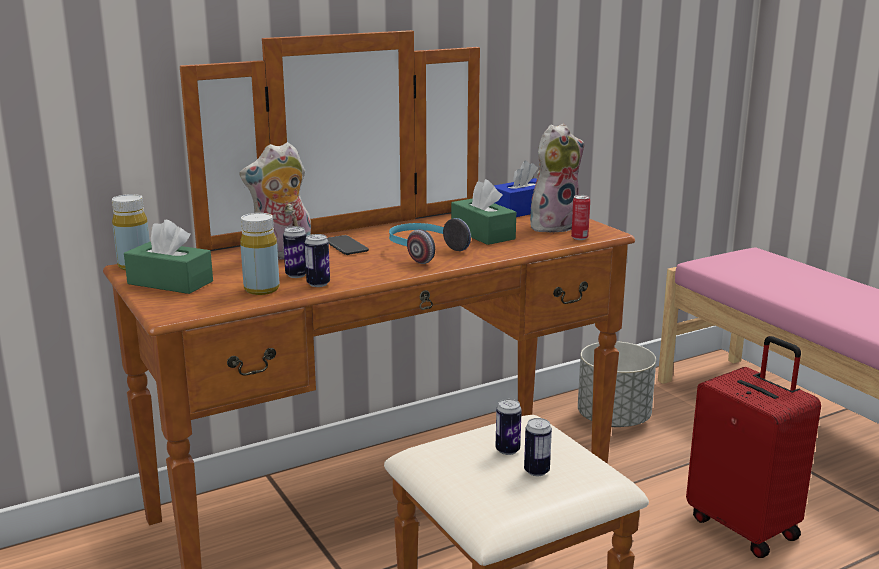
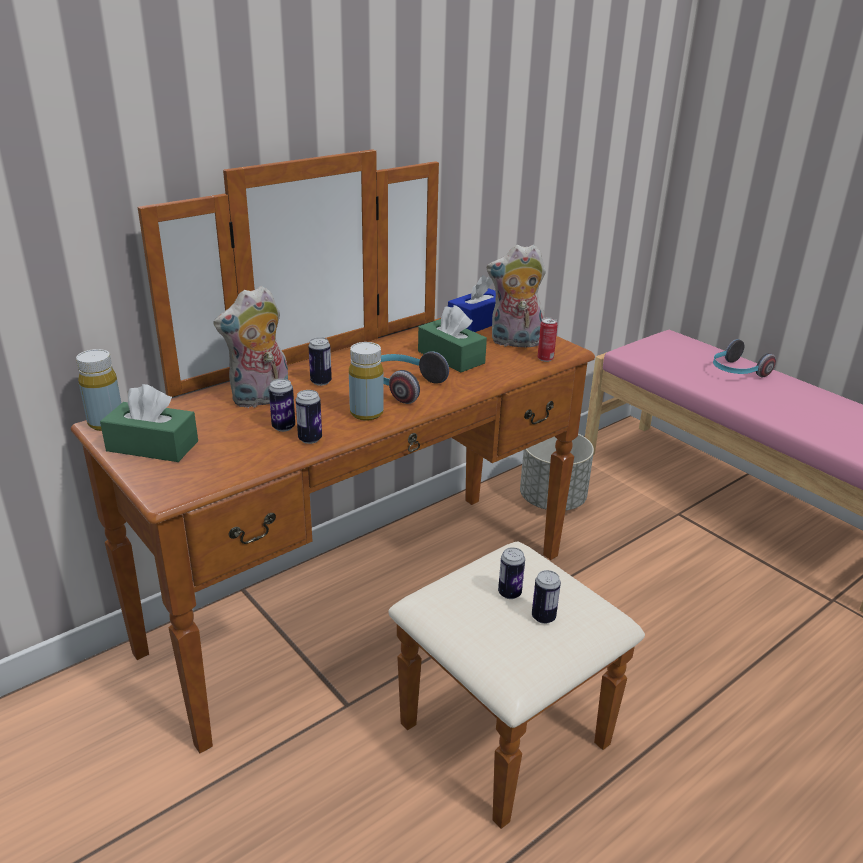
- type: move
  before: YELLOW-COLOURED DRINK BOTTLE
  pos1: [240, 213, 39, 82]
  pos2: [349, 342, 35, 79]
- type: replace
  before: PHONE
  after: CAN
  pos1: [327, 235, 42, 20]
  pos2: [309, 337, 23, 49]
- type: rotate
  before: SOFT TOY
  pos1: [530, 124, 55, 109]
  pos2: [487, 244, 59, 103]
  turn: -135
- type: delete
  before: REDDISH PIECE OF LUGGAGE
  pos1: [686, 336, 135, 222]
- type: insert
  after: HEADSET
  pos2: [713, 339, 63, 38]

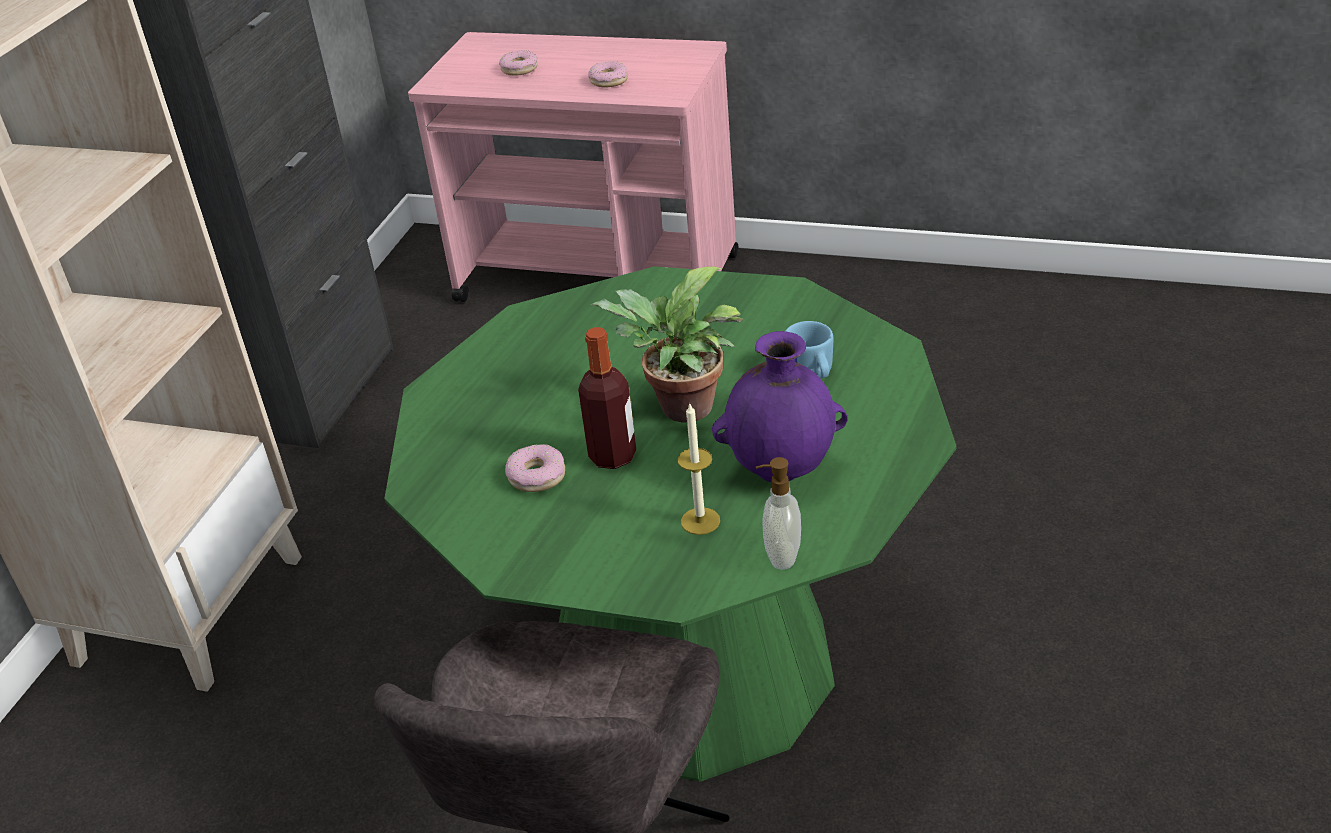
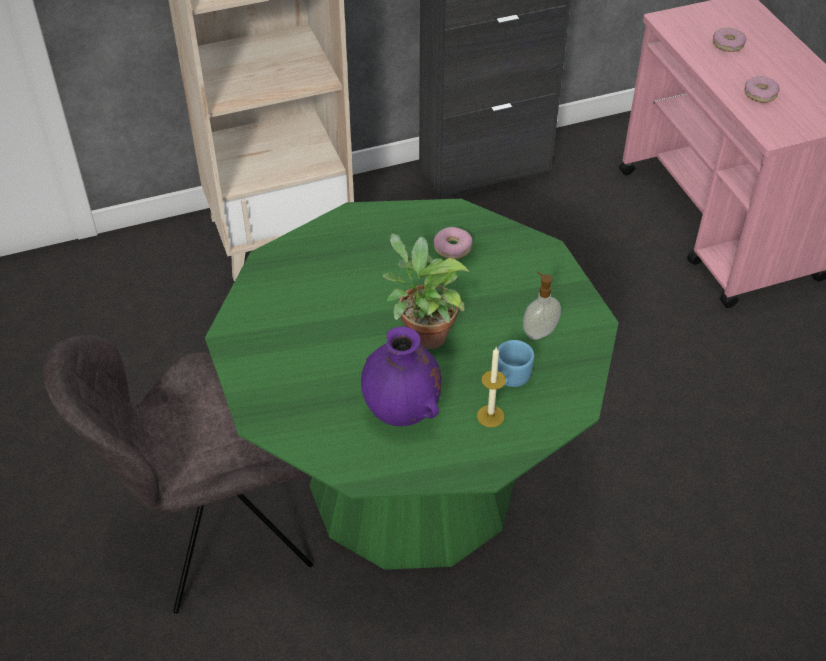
- type: move
  before: DONUT
  pos1: [505, 444, 60, 48]
  pos2: [434, 227, 38, 32]
- type: delete
  before: DRINK BOTTLE
  pos1: [578, 327, 58, 142]
- type: move
  before: WAX LIGHT
  pos1: [677, 402, 43, 133]
  pos2: [477, 347, 29, 80]
- type: move
  before: SOAP DISPENSER
  pos1: [755, 457, 46, 113]
  pos2: [523, 272, 38, 68]

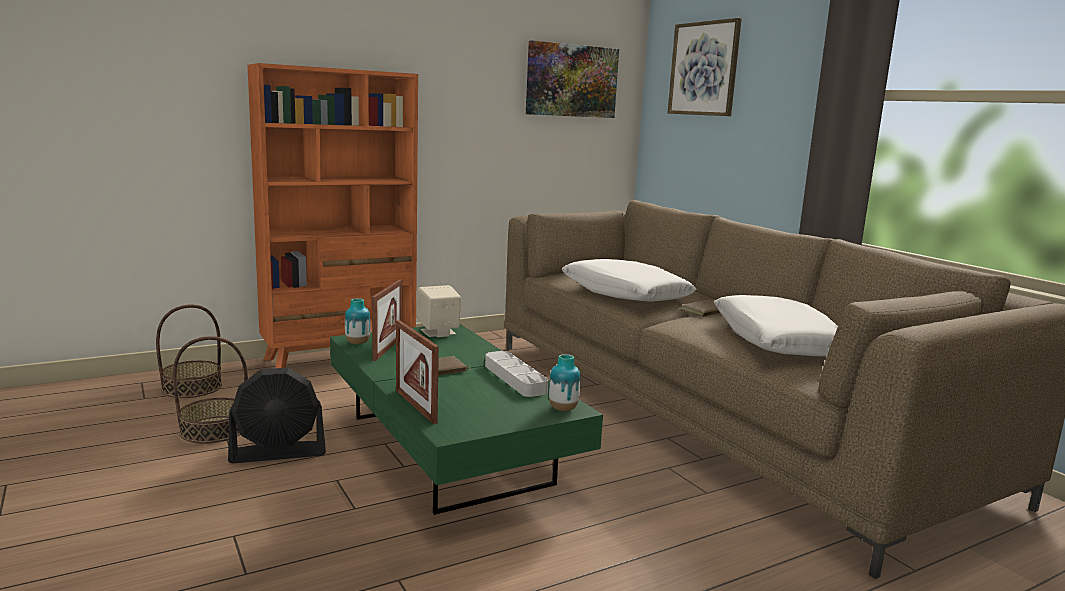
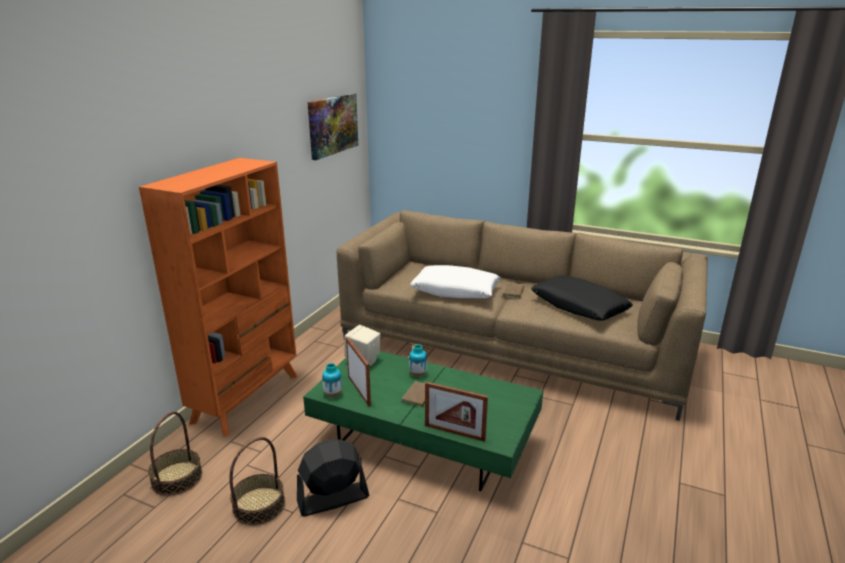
- type: rotate
  before: BLACK FAN
  pos1: [228, 368, 98, 95]
  pos2: [297, 439, 72, 77]
  turn: -150
- type: delete
  before: GRAY CARRYING TRAY
  pos1: [485, 351, 63, 46]
- type: move
  before: FLOWER VASE
  pos1: [549, 354, 31, 57]
  pos2: [409, 344, 18, 33]
- type: delete
  before: PICTURE
  pos1: [668, 18, 74, 98]
- type: recolor
  before: WHITISH PILLOW
  after: BLACK PILLOW
  pos1: [714, 295, 124, 62]
  pos2: [531, 276, 102, 45]

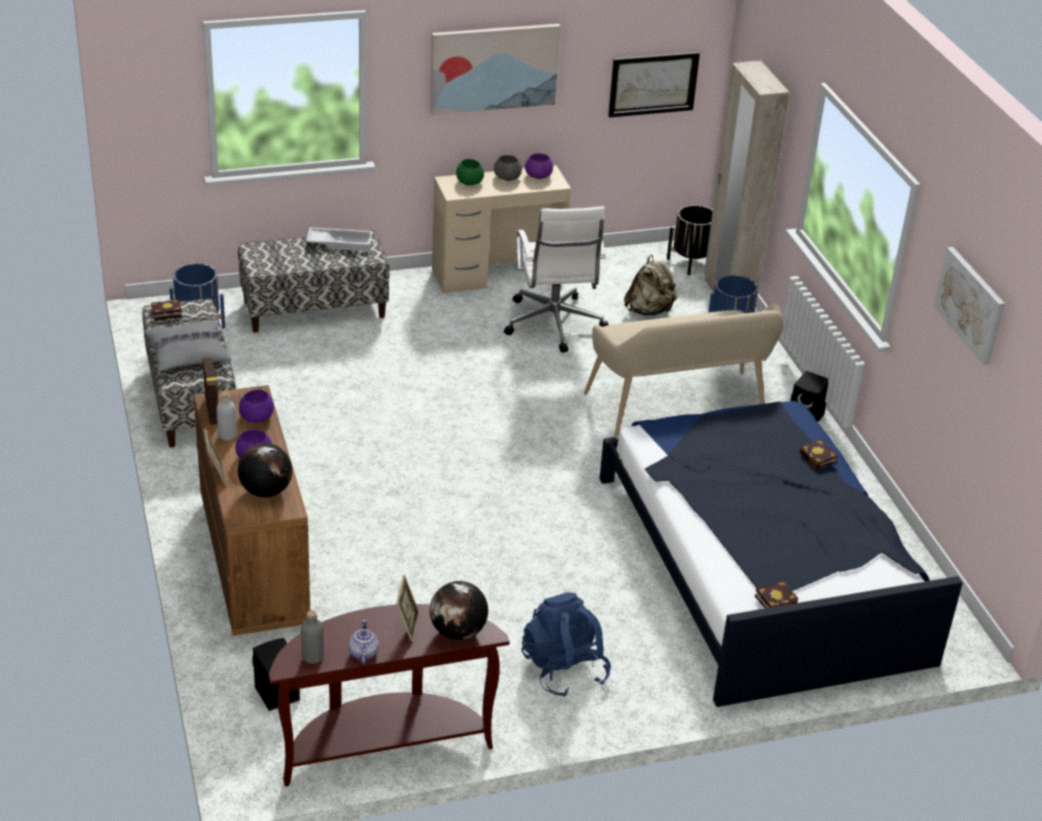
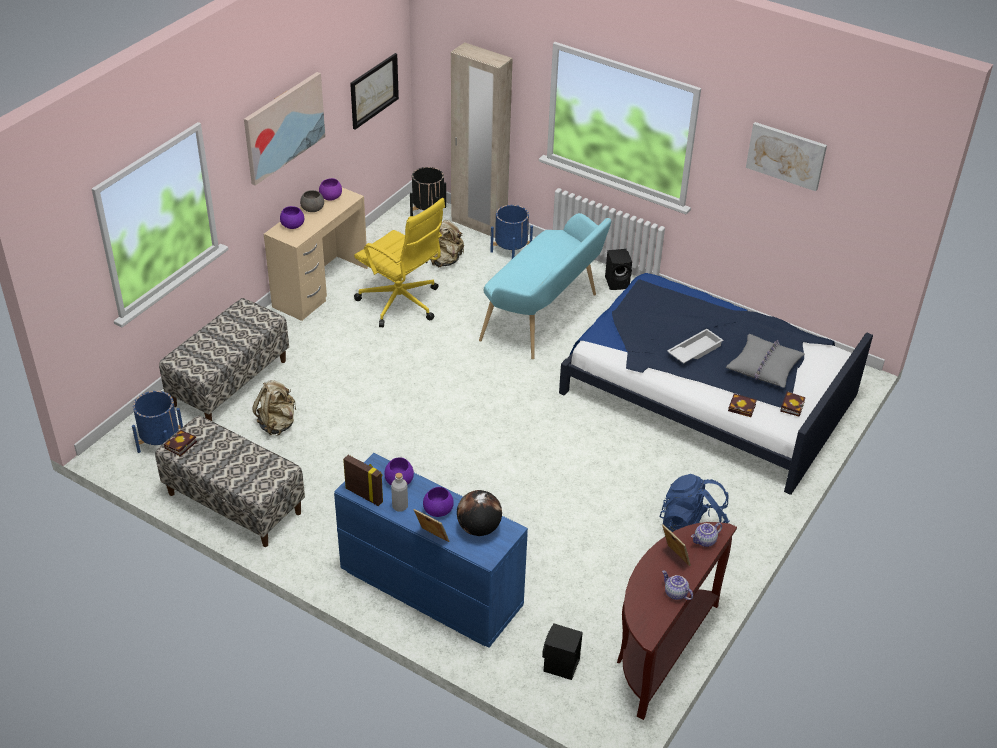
- type: move
  before: GRAY PILLOW
  pos1: [144, 320, 87, 52]
  pos2: [726, 334, 79, 54]
- type: recolor
  before: BROWN DRESSER
  after: BLUISH DRESSER
  pos1: [194, 385, 116, 251]
  pos2: [334, 453, 194, 194]
- type: delete
  before: GRAY DRINK BOTTLE
  pos1: [301, 610, 23, 54]
- type: move
  before: WHITISH CARRYING TRAY
  pos1: [306, 227, 67, 24]
  pos2: [667, 329, 57, 35]
- type: replace
  before: GLOBE
  after: TEA POT
  pos1: [430, 581, 58, 59]
  pos2: [691, 523, 31, 24]
- type: recolor
  before: GREEN-COLOURED BOWL
  after: PURPLE-COLOURED BOWL
  pos1: [456, 159, 28, 26]
  pos2: [280, 206, 24, 23]
- type: recolor
  before: WHITISH OFFICE CHAIR
  after: YELLOW-COLOURED OFFICE CHAIR
  pos1: [504, 206, 104, 147]
  pos2: [354, 198, 91, 129]
- type: recolor
  before: BEIGE-COLOURED LONG SEAT
  after: TURQUOISE LONG SEAT
  pos1: [584, 303, 199, 134]
  pos2: [479, 213, 132, 146]
- type: move
  before: BOUND BOOK
  pos1: [800, 439, 38, 30]
  pos2: [728, 394, 29, 23]
- type: insert
  after: BEIGE-COLOURED KNAPSACK
  pos2: [252, 380, 44, 56]

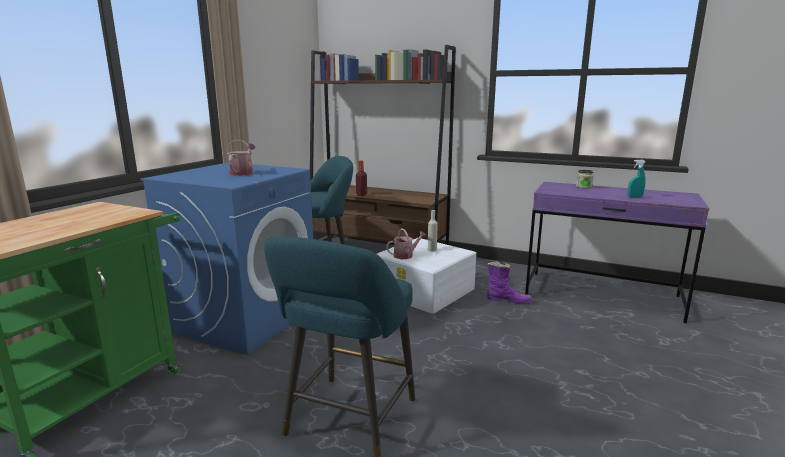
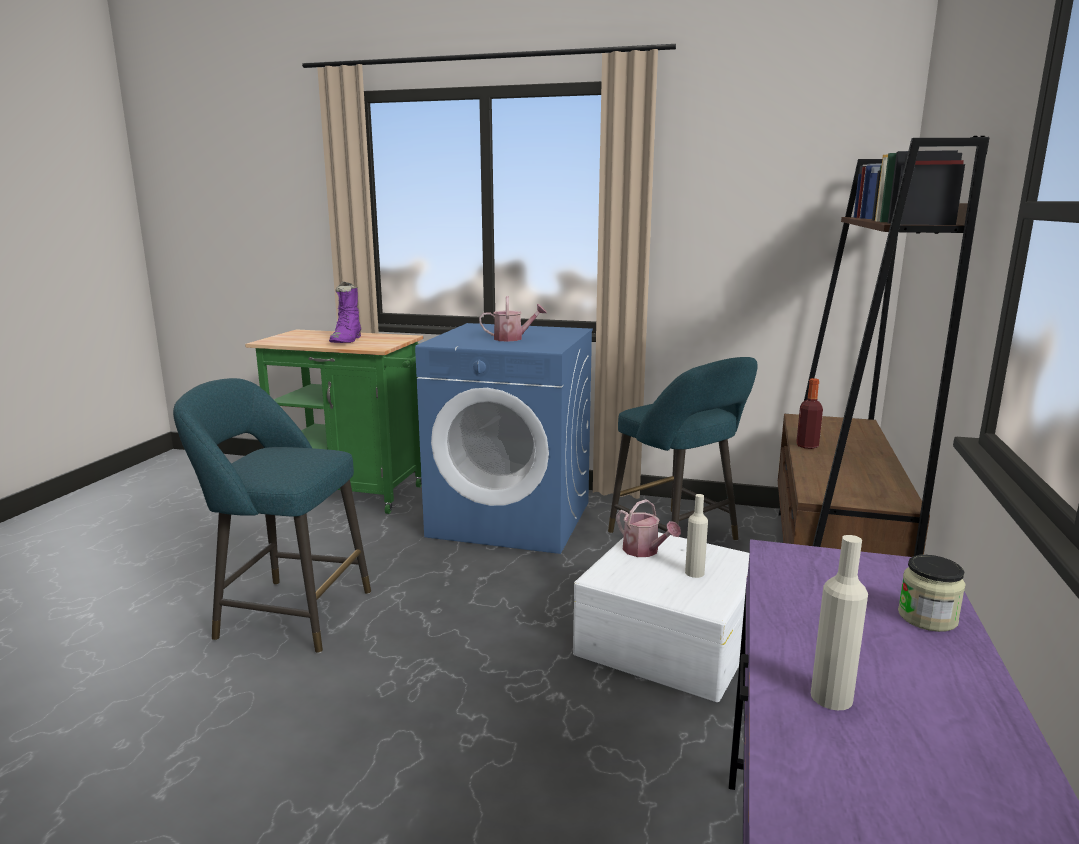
- type: move
  before: PURPLE-COLOURED BOOT
  pos1: [487, 261, 46, 43]
  pos2: [329, 282, 32, 61]
- type: replace
  before: TURQUOISE SPRAY BOTTLE
  after: BEIGE-COLOURED DRINK BOTTLE
  pos1: [628, 160, 18, 38]
  pos2: [811, 535, 57, 175]

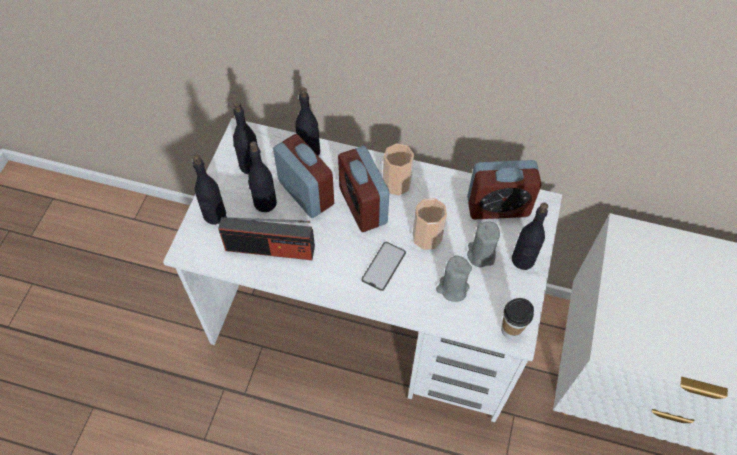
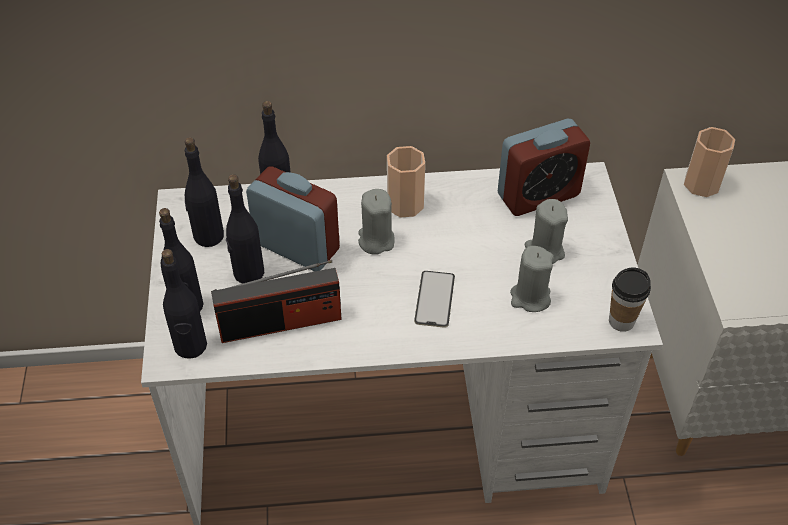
- type: replace
  before: TABLE CLOCK
  after: GRAY WAX LIGHT
  pos1: [338, 146, 51, 86]
  pos2: [358, 189, 37, 66]
- type: move
  before: DRINKING CUP
  pos1: [413, 198, 34, 52]
  pos2: [684, 127, 51, 70]
- type: move
  before: BLACK DRINK BOTTLE
  pos1: [512, 203, 36, 67]
  pos2: [162, 249, 45, 110]

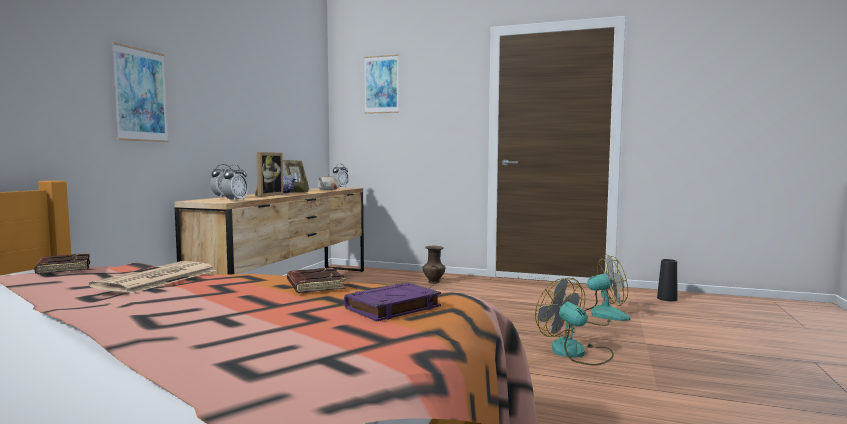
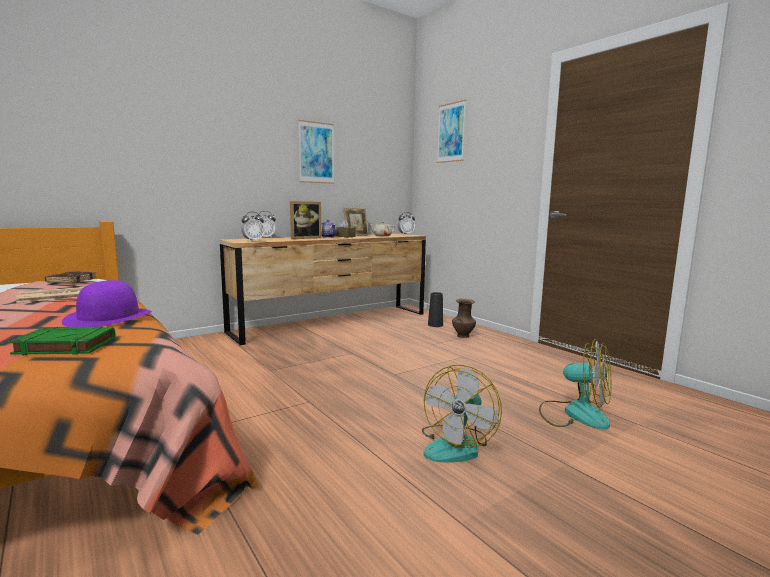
- type: move
  before: PICTURE
  pos1: [111, 42, 58, 100]
  pos2: [298, 120, 36, 64]
- type: replace
  before: BROWN BOUND BOOK
  after: PURPLE-COLOURED WEARABLE HAT
  pos1: [287, 268, 59, 25]
  pos2: [62, 280, 90, 47]
- type: recolor
  before: PURPLE-COLOURED BOUND BOOK
  after: GREEN-COLOURED BOUND BOOK
  pos1: [344, 283, 97, 39]
  pos2: [8, 327, 107, 28]
- type: rotate
  before: FAN
  pos1: [535, 278, 79, 88]
  pos2: [422, 365, 80, 98]
  turn: -150
- type: move
  before: BLACK FLOWER VASE
  pos1: [657, 259, 21, 42]
  pos2: [428, 292, 15, 35]

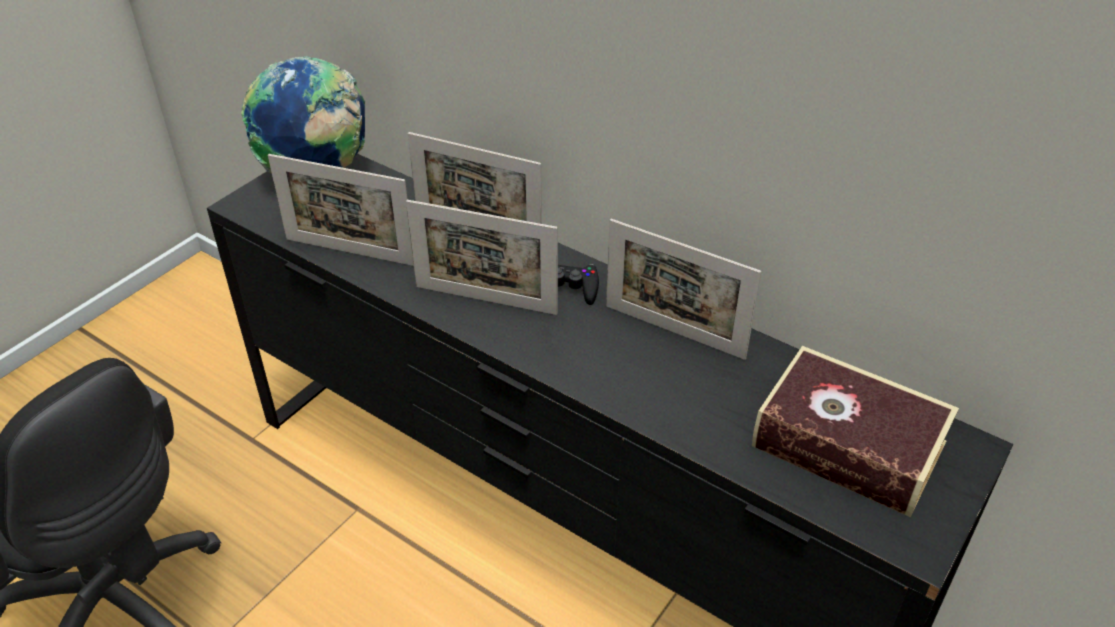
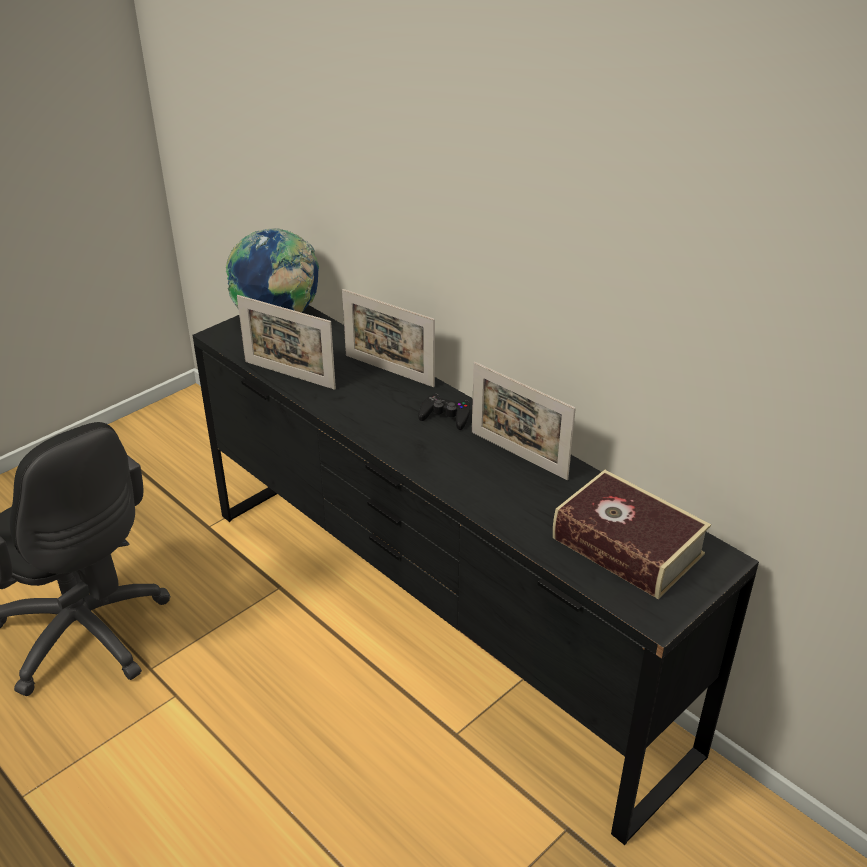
- type: delete
  before: STANDING FRAME
  pos1: [406, 200, 152, 115]

